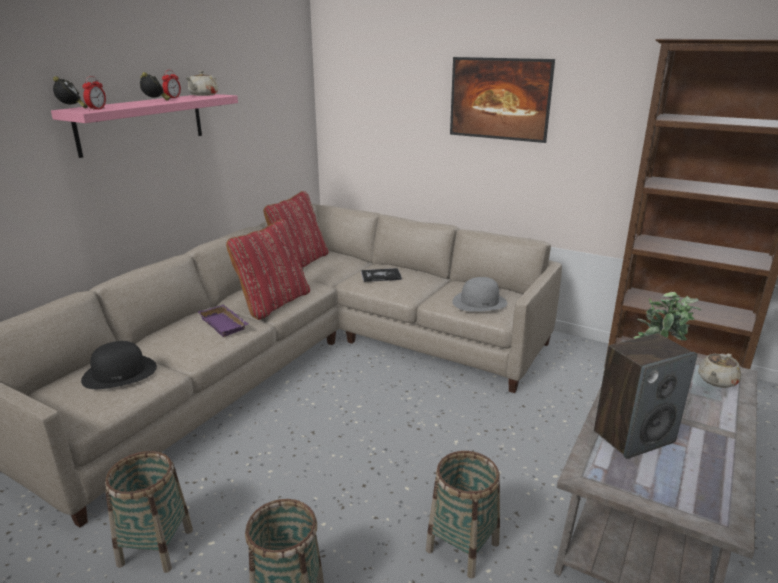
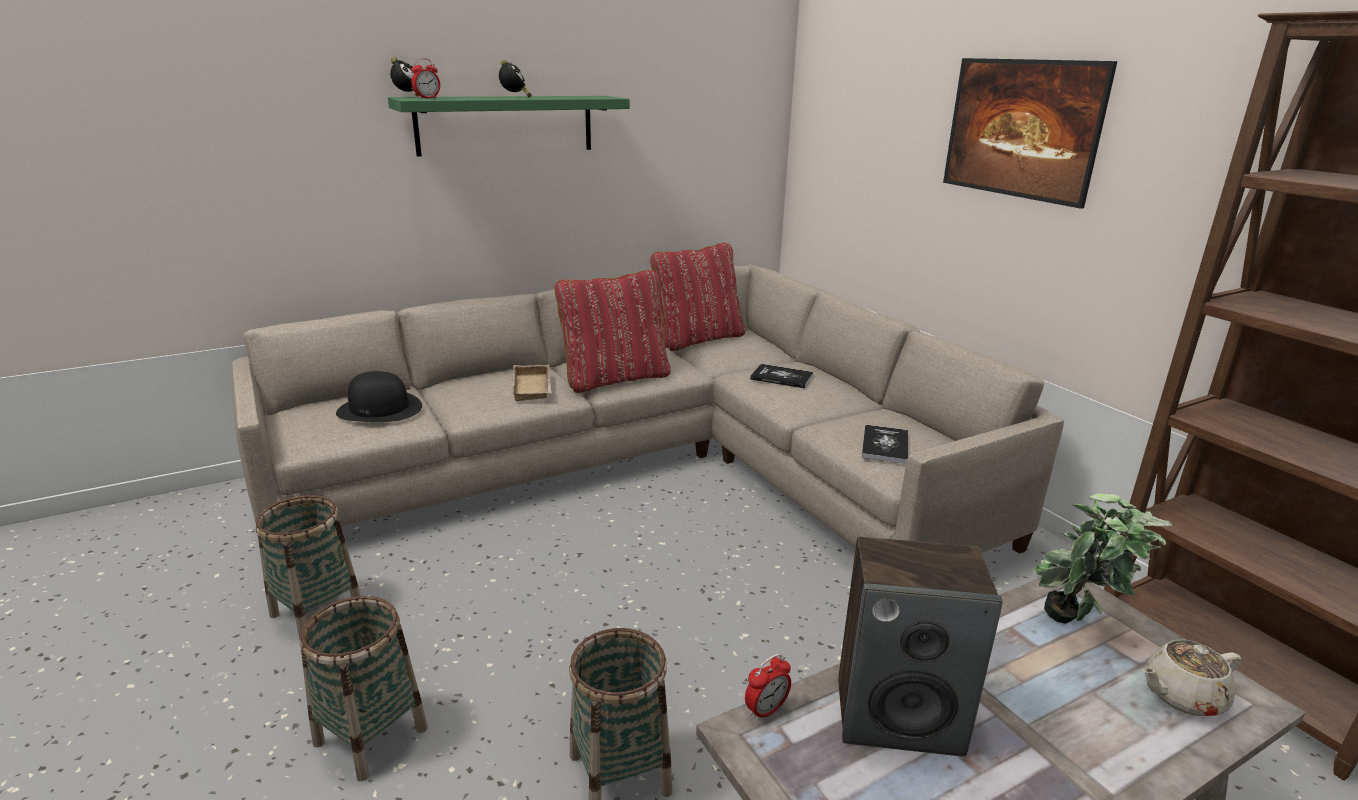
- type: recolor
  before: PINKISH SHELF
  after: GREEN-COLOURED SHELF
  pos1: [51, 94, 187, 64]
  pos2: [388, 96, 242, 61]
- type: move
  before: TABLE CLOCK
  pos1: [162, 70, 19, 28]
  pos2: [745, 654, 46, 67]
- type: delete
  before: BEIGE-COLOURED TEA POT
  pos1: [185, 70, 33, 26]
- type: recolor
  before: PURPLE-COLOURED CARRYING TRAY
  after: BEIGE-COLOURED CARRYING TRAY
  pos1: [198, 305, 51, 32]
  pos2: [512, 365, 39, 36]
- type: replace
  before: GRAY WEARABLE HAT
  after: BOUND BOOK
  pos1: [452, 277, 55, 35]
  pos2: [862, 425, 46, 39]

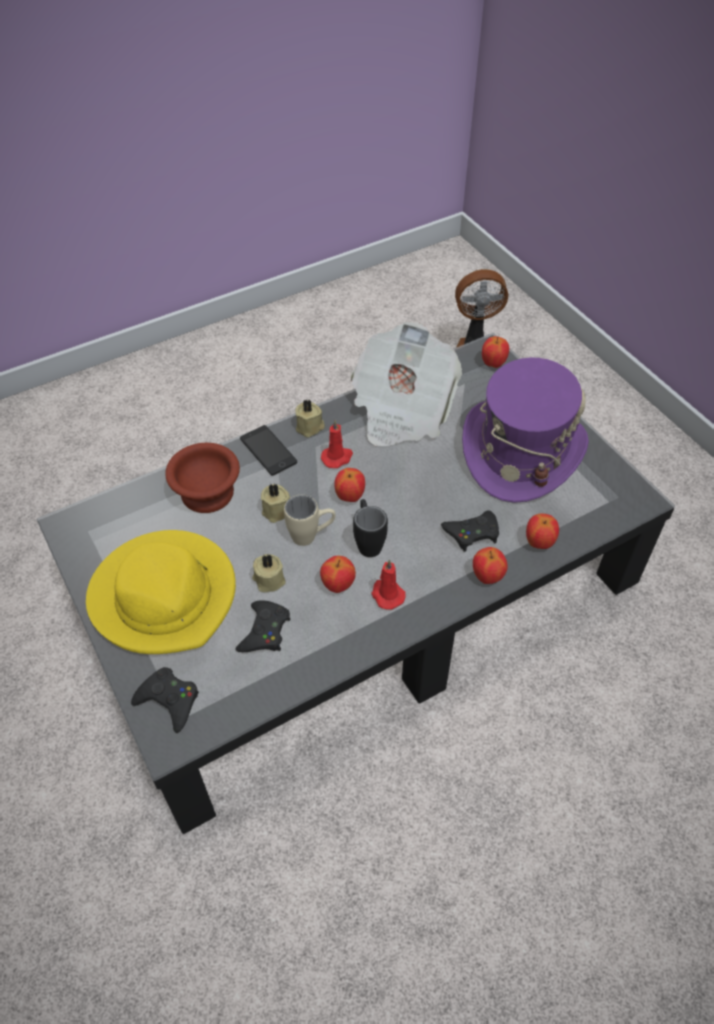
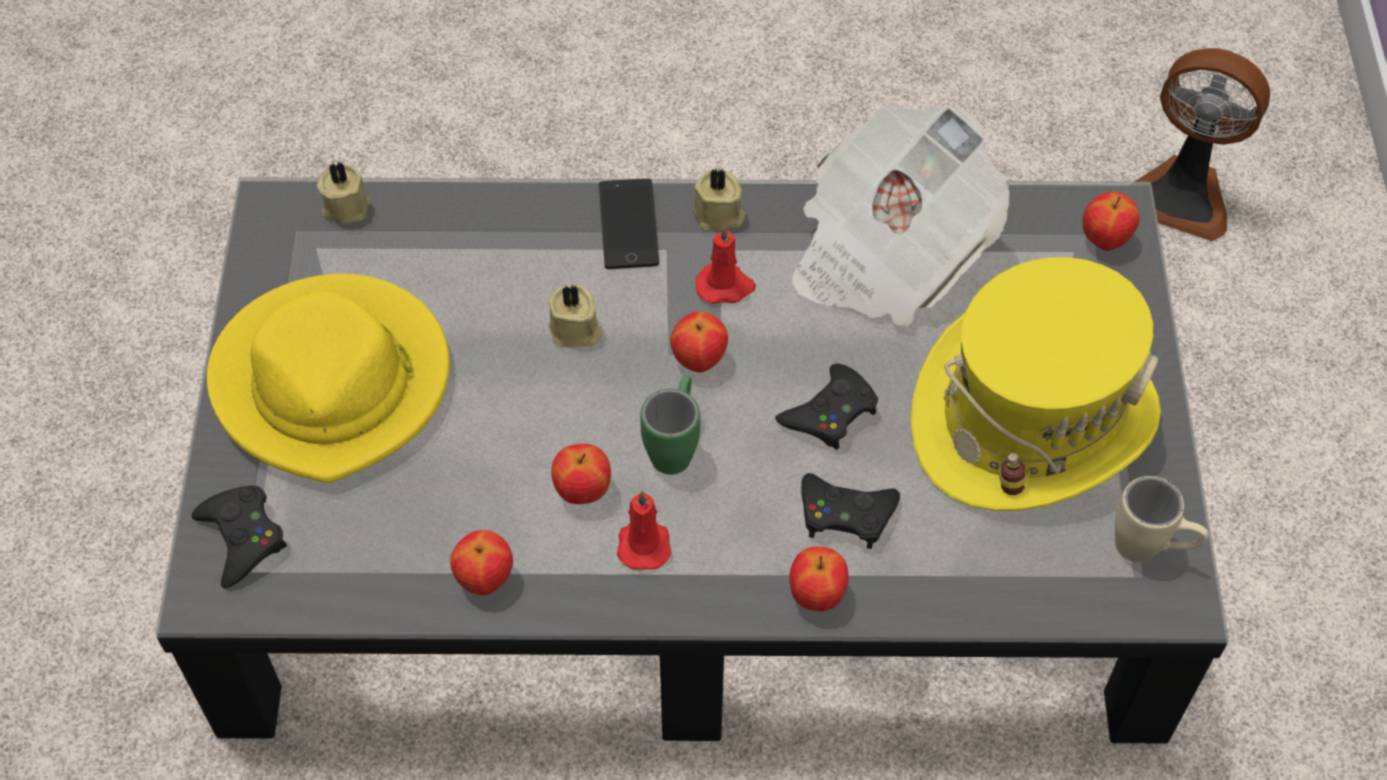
- type: delete
  before: BROWN BOWL
  pos1: [165, 443, 75, 70]
- type: move
  before: BLACK GAMEPAD
  pos1: [236, 600, 54, 52]
  pos2: [775, 363, 103, 87]
- type: move
  before: BEIGE-COLOURED WAX LIGHT
  pos1: [252, 554, 34, 38]
  pos2: [317, 162, 53, 61]
- type: move
  before: BEIGE-COLOURED MUG
  pos1: [284, 495, 52, 51]
  pos2: [1115, 476, 93, 86]
- type: recolor
  before: BLACK MUG
  after: GREEN-COLOURED MUG
  pos1: [353, 499, 35, 58]
  pos2: [640, 375, 60, 100]
- type: recolor
  before: PURPLE-COLOURED WEARABLE HAT
  after: YELLOW-COLOURED WEARABLE HAT
  pos1: [462, 357, 127, 146]
  pos2: [911, 257, 250, 254]
- type: move
  before: WHOLE APPLE
  pos1: [526, 513, 33, 36]
  pos2: [450, 530, 63, 65]

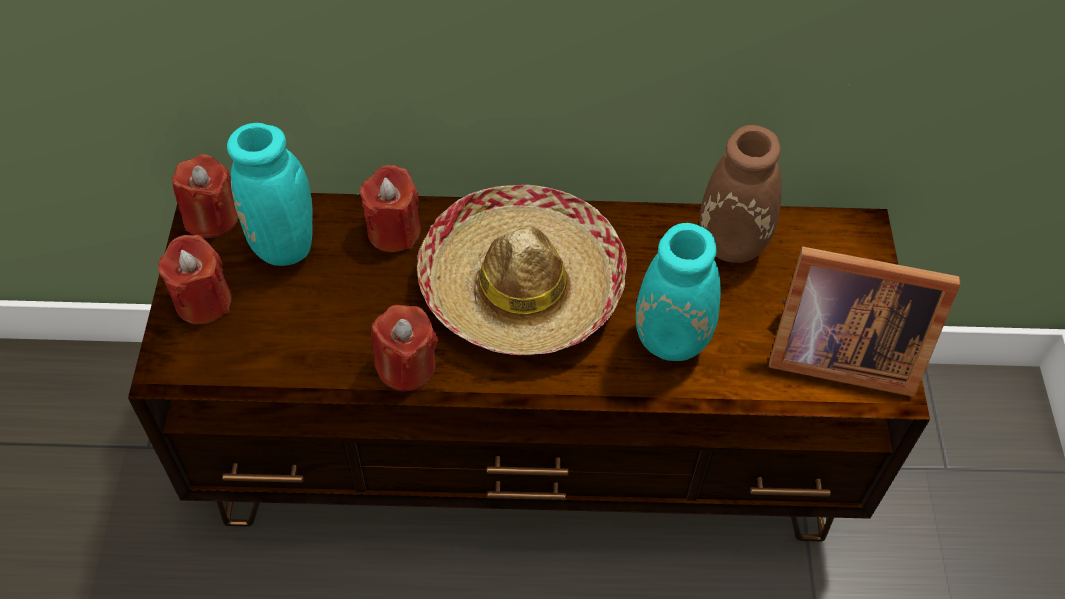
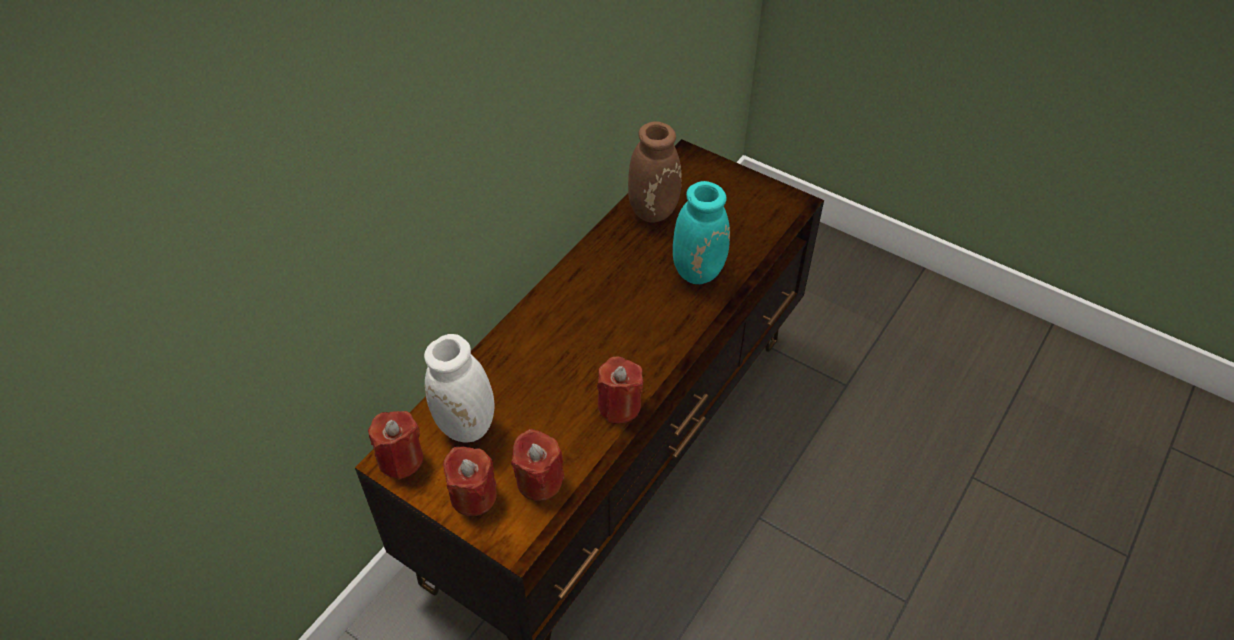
- type: recolor
  before: TURQUOISE FLOWER VASE
  after: WHITISH FLOWER VASE
  pos1: [227, 123, 132, 143]
  pos2: [424, 315, 124, 128]
- type: move
  before: REDDISH WAX LIGHT
  pos1: [360, 165, 61, 87]
  pos2: [511, 429, 53, 72]
- type: delete
  before: WEARABLE HAT
  pos1: [417, 185, 210, 170]
- type: delete
  before: STANDING FRAME
  pos1: [769, 246, 191, 151]

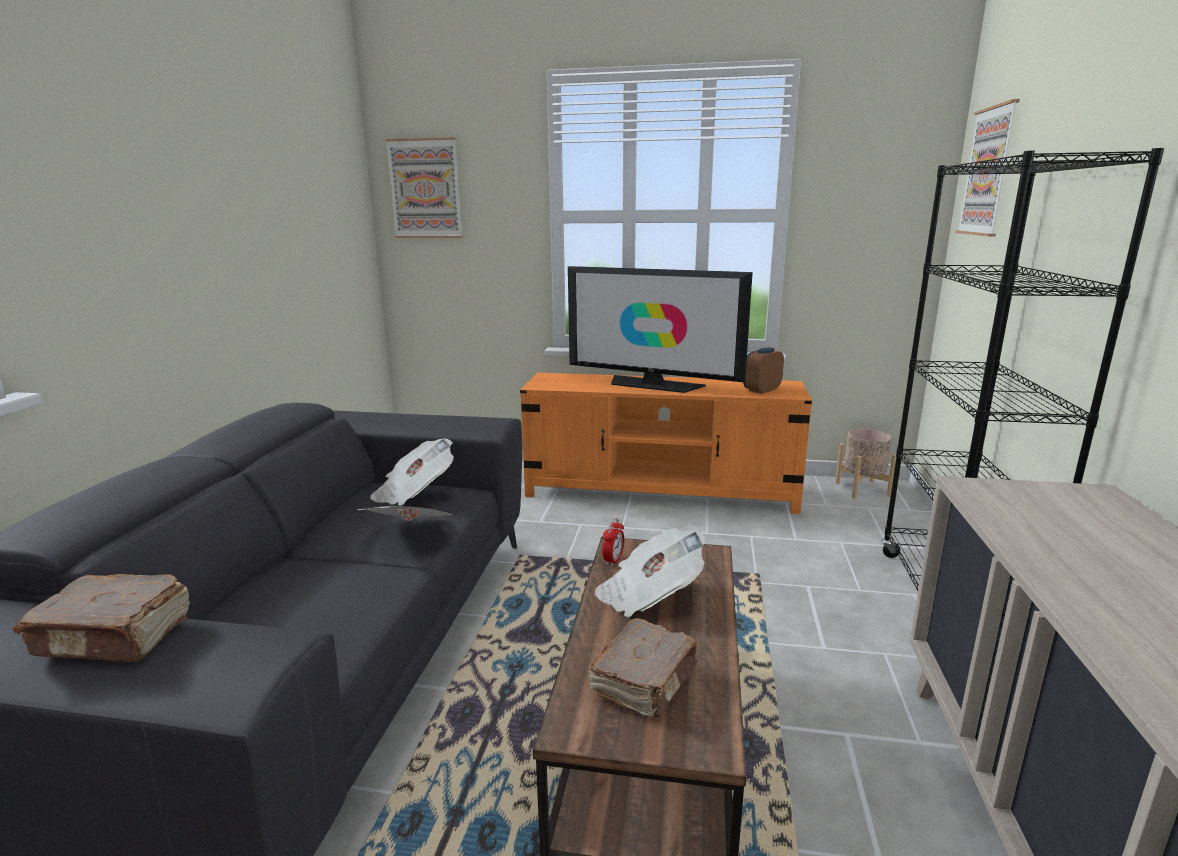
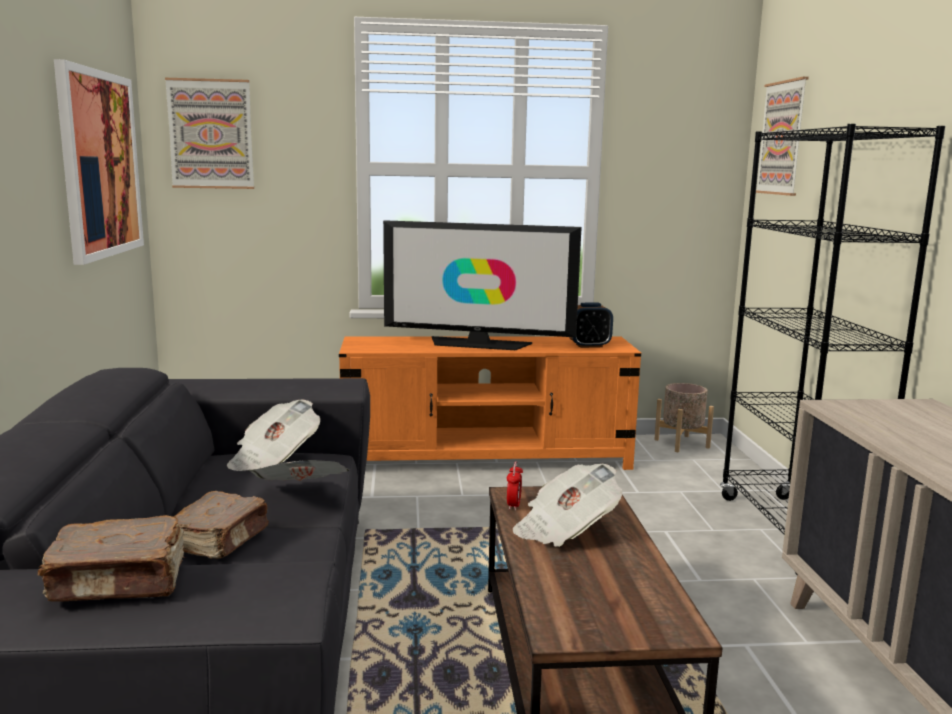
- type: move
  before: BROWN BOUND BOOK
  pos1: [589, 618, 108, 99]
  pos2: [173, 491, 96, 68]
- type: rotate
  before: TABLE CLOCK
  pos1: [743, 347, 41, 47]
  pos2: [569, 302, 44, 46]
  turn: -135
- type: insert
  after: PICTURE
  pos2: [54, 59, 90, 206]

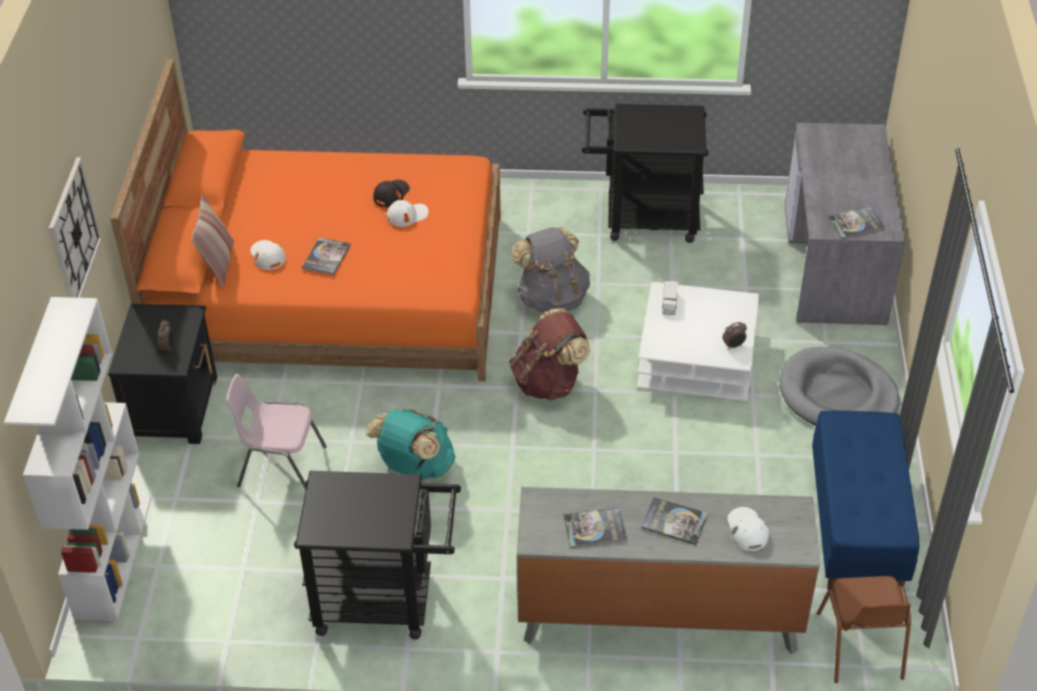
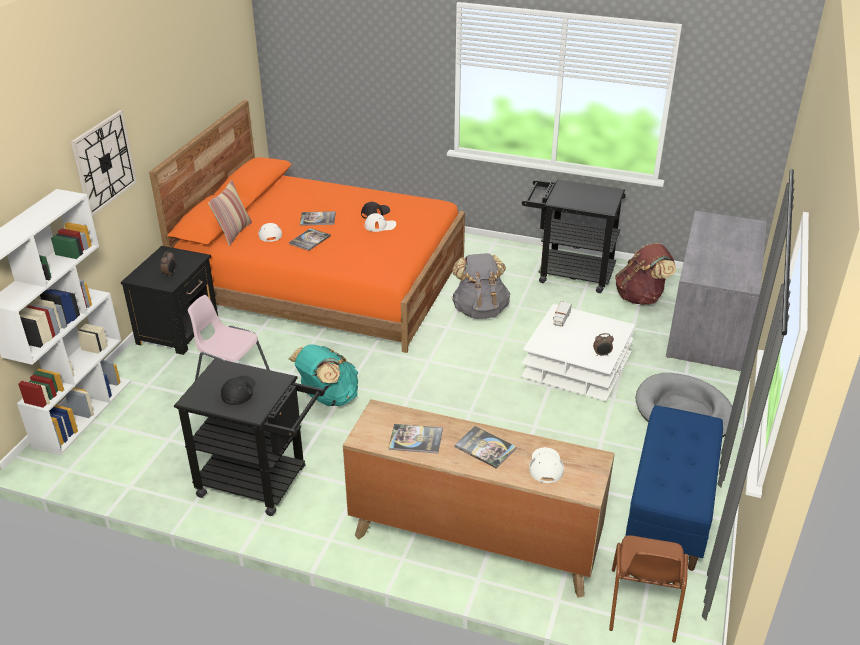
- type: move
  before: BROWN KNAPSACK
  pos1: [509, 308, 82, 93]
  pos2: [615, 243, 61, 62]
- type: recolor
  before: GRAY DRESSER
  after: BROWN DRESSER
  pos1: [517, 487, 303, 167]
  pos2: [343, 399, 272, 199]
- type: move
  before: BOUND BOOK
  pos1: [827, 206, 58, 33]
  pos2: [300, 211, 36, 15]
- type: insert
  after: BLACK CAP
  pos2: [221, 375, 35, 30]

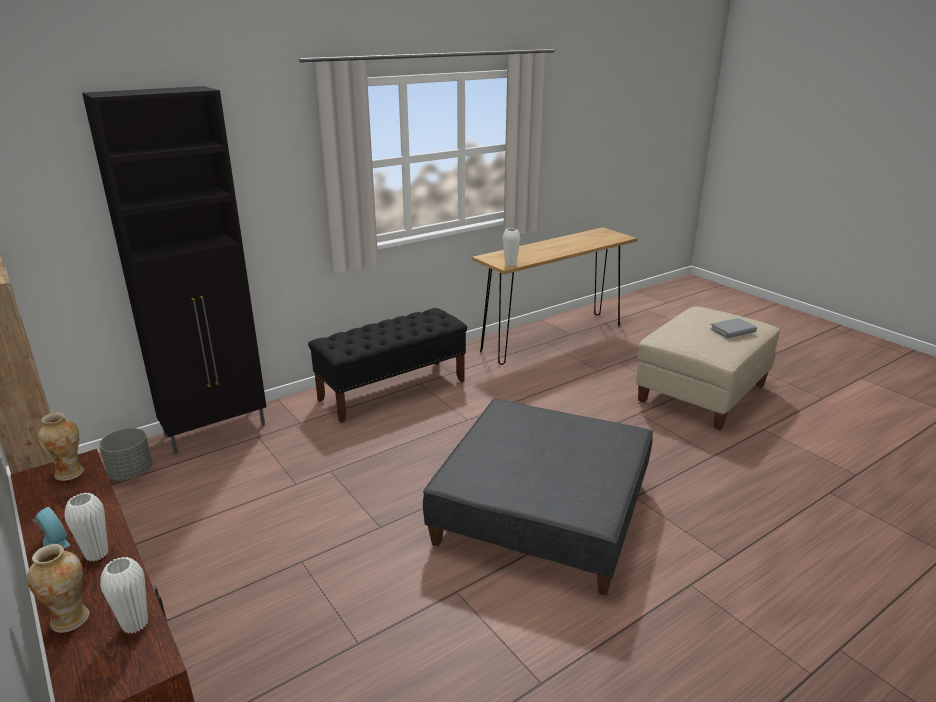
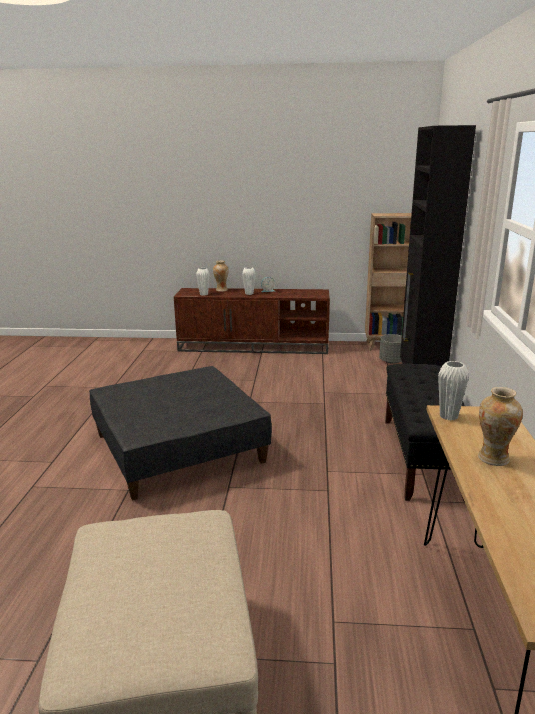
- type: move
  before: FLOWER VASE
  pos1: [37, 412, 47, 69]
  pos2: [478, 387, 45, 79]
- type: delete
  before: GRAY BOUND BOOK
  pos1: [710, 318, 47, 20]

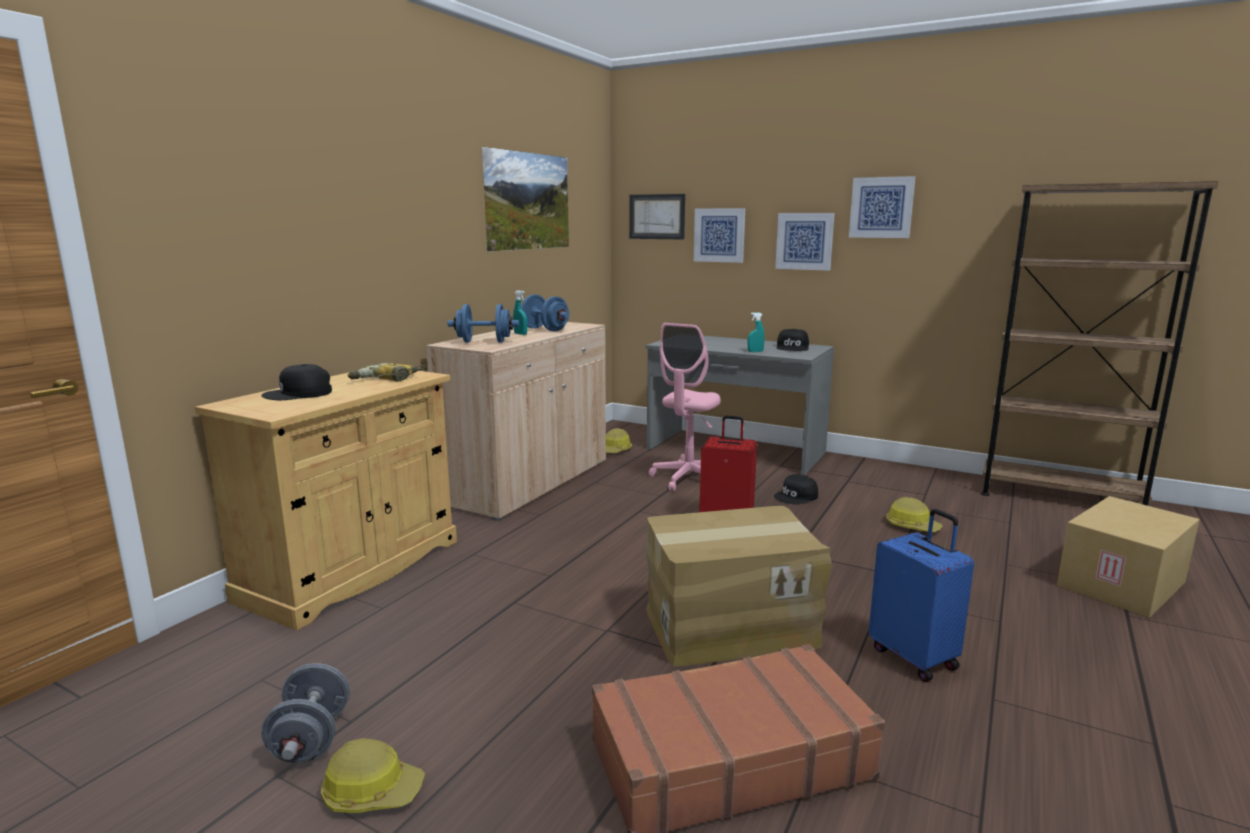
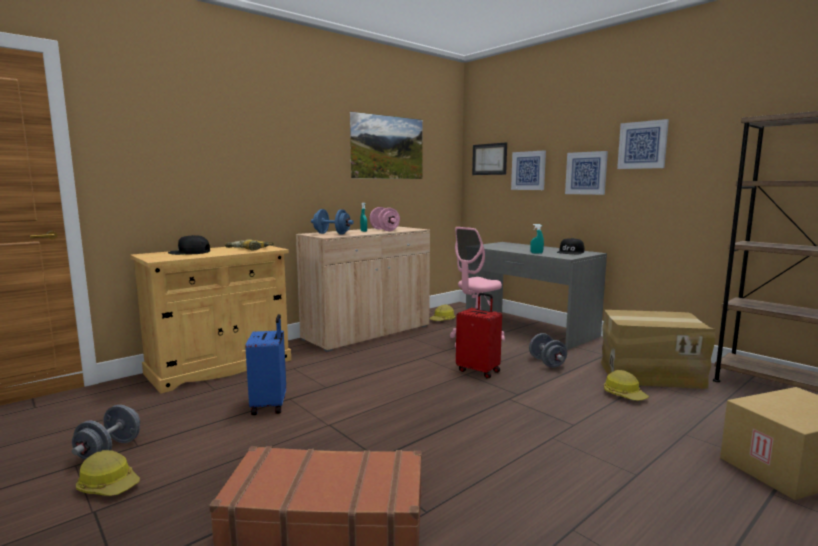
- type: recolor
  before: BLUISH FREE WEIGHT
  after: PINKISH FREE WEIGHT
  pos1: [521, 294, 48, 37]
  pos2: [370, 207, 30, 24]
- type: move
  before: CARDBOARD BOX
  pos1: [645, 506, 187, 161]
  pos2: [601, 310, 115, 79]
- type: replace
  before: BLACK CAP
  after: GRAY FREE WEIGHT
  pos1: [774, 474, 44, 30]
  pos2: [529, 333, 38, 35]
- type: move
  before: BLUISH PIECE OF LUGGAGE
  pos1: [869, 509, 105, 173]
  pos2: [245, 314, 41, 101]

